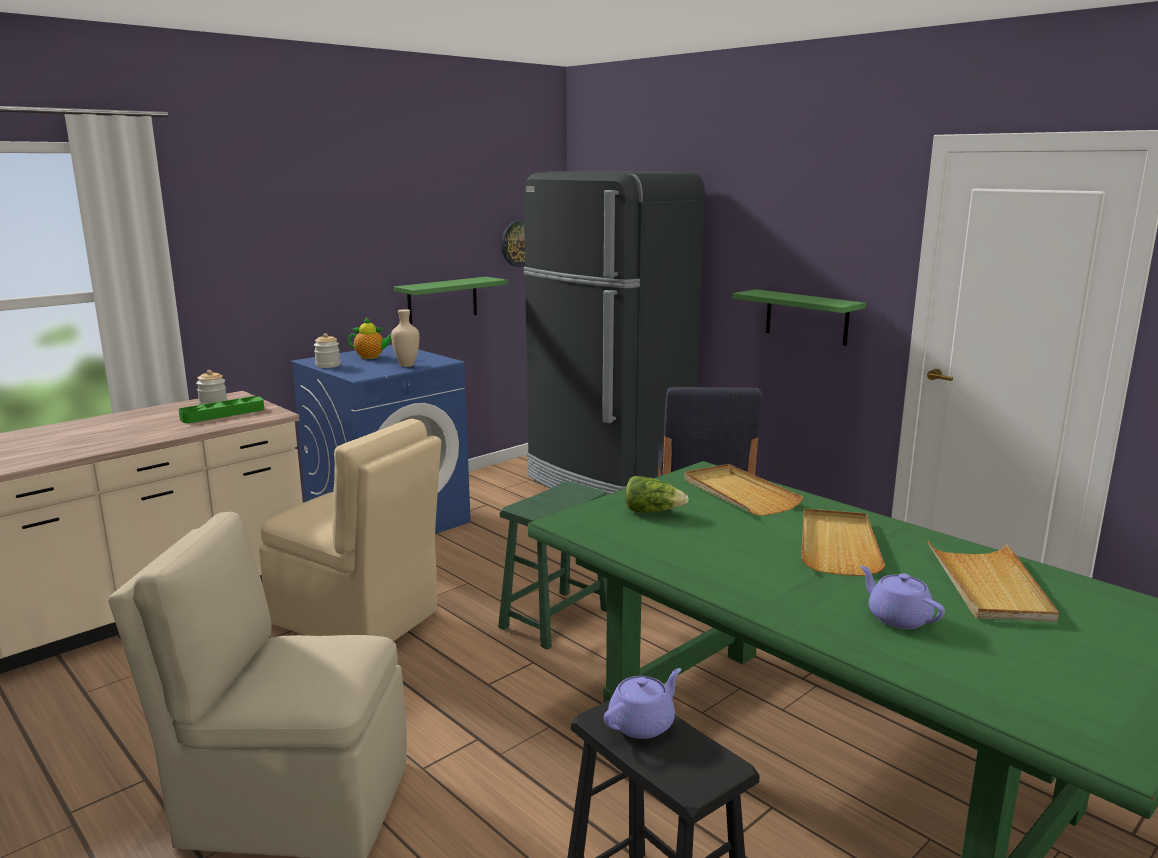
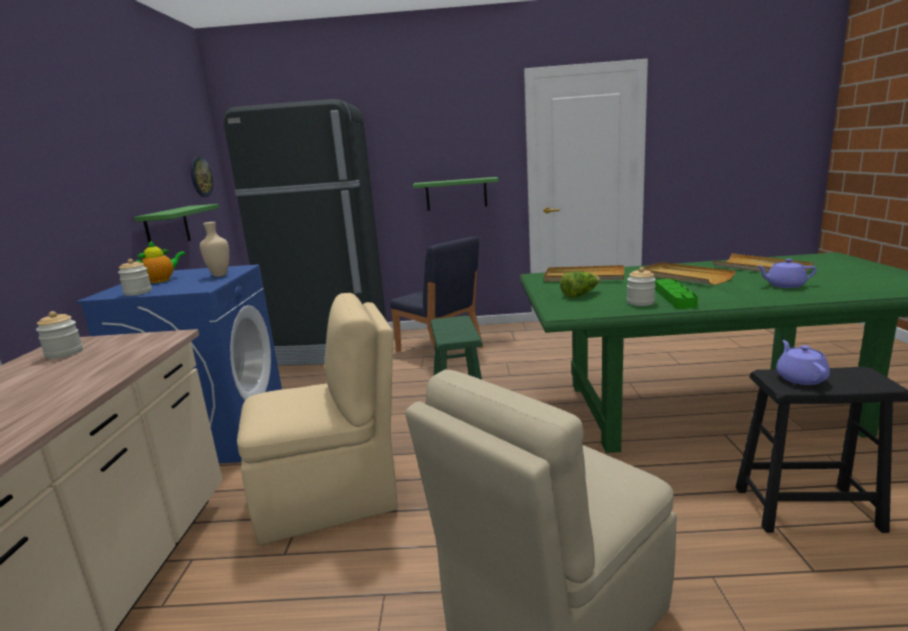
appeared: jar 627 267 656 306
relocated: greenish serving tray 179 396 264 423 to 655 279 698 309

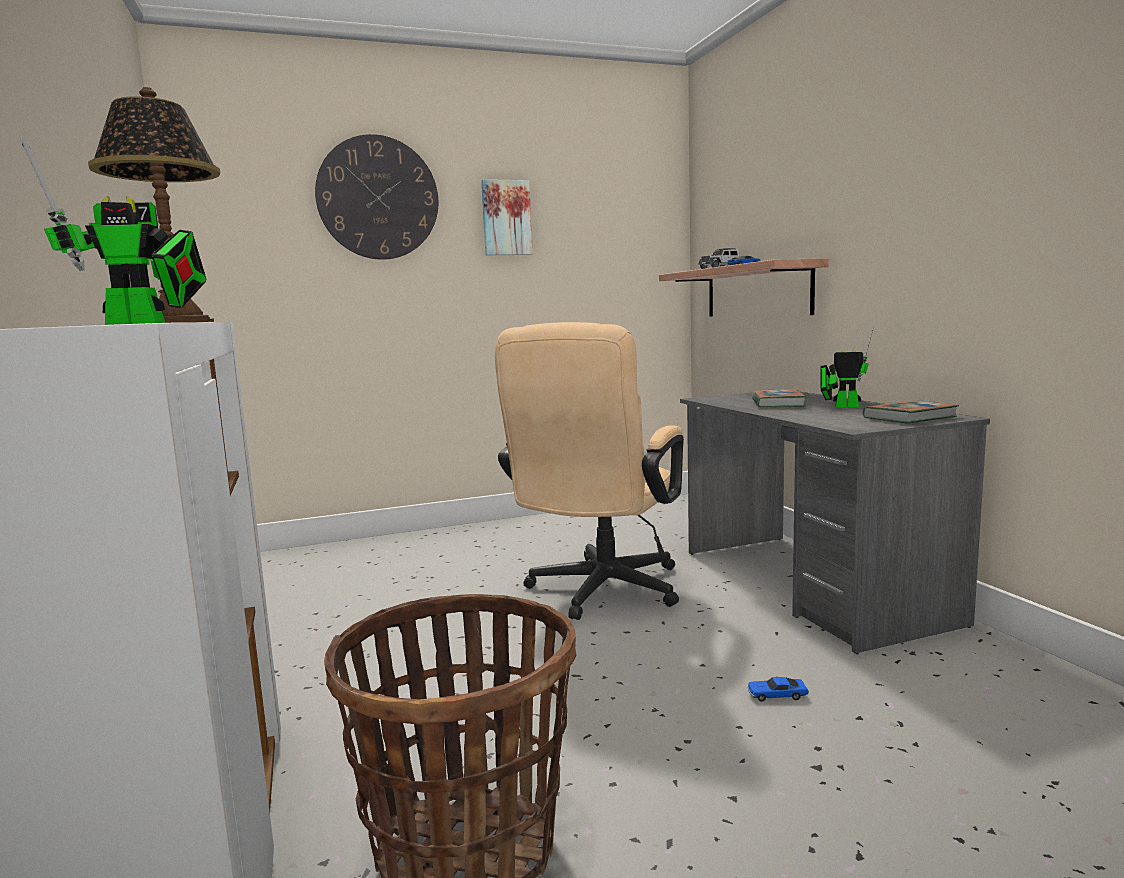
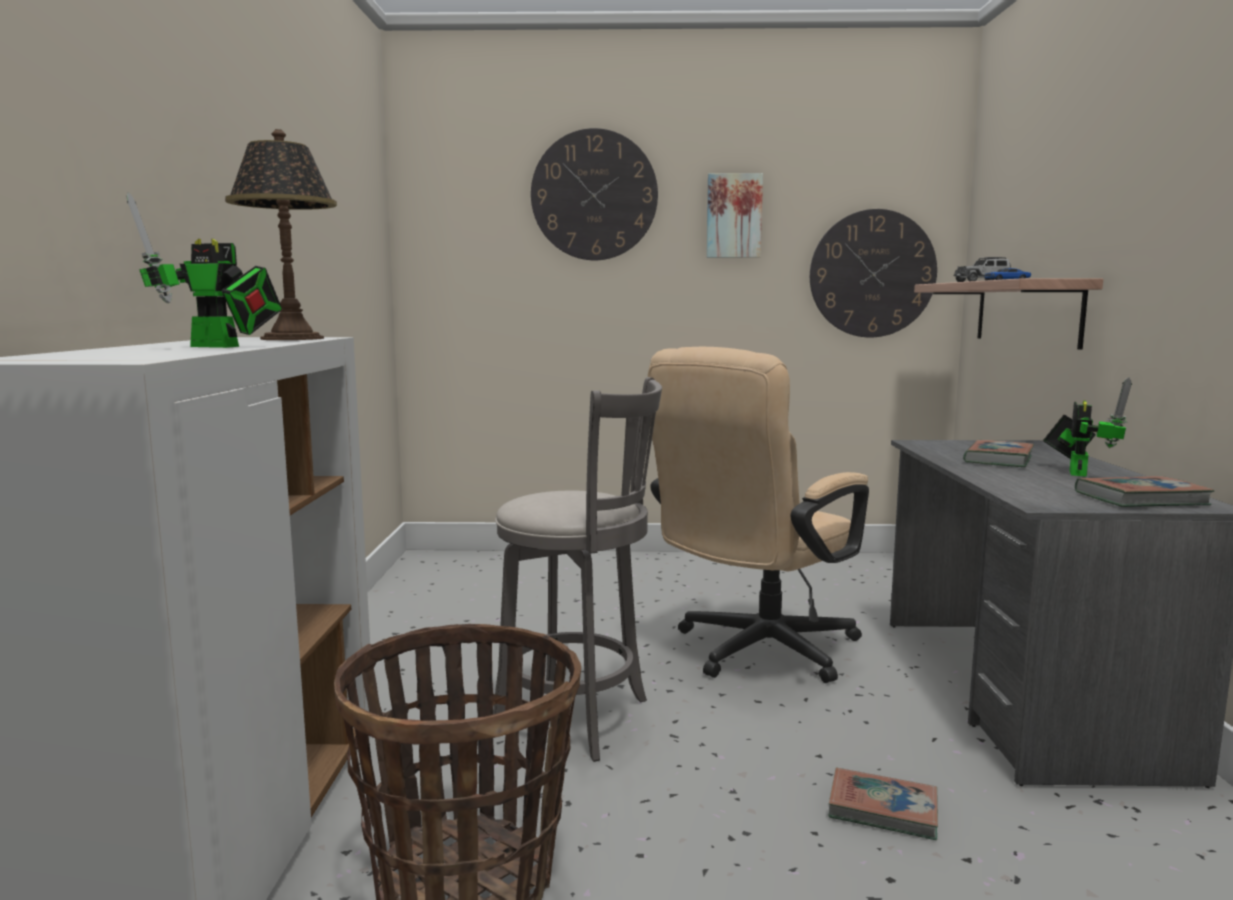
appeared: clock on the wall 810 209 937 337; grey sitting stool 493 377 662 762
exchanged: toy car 748 677 809 702 to volume 828 768 938 840
spun: model robot 820 326 874 407 = 1043 377 1132 477 75 degrees clockwise

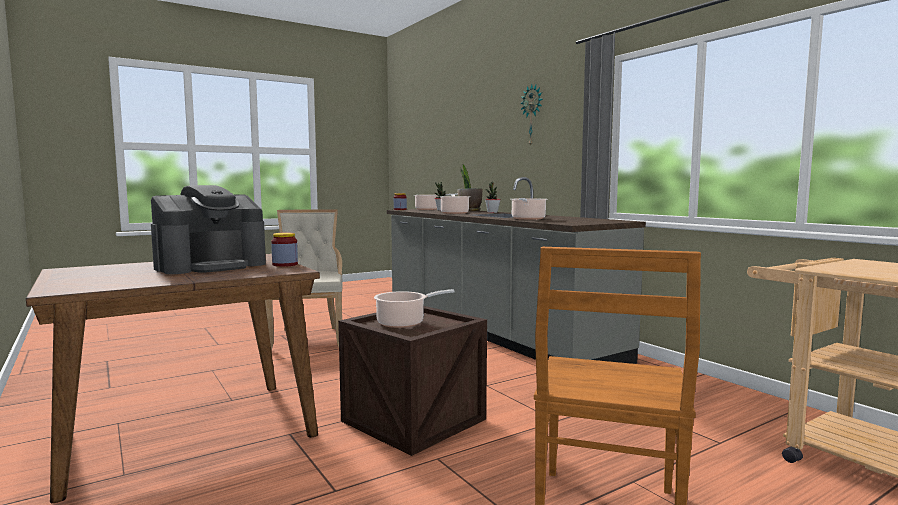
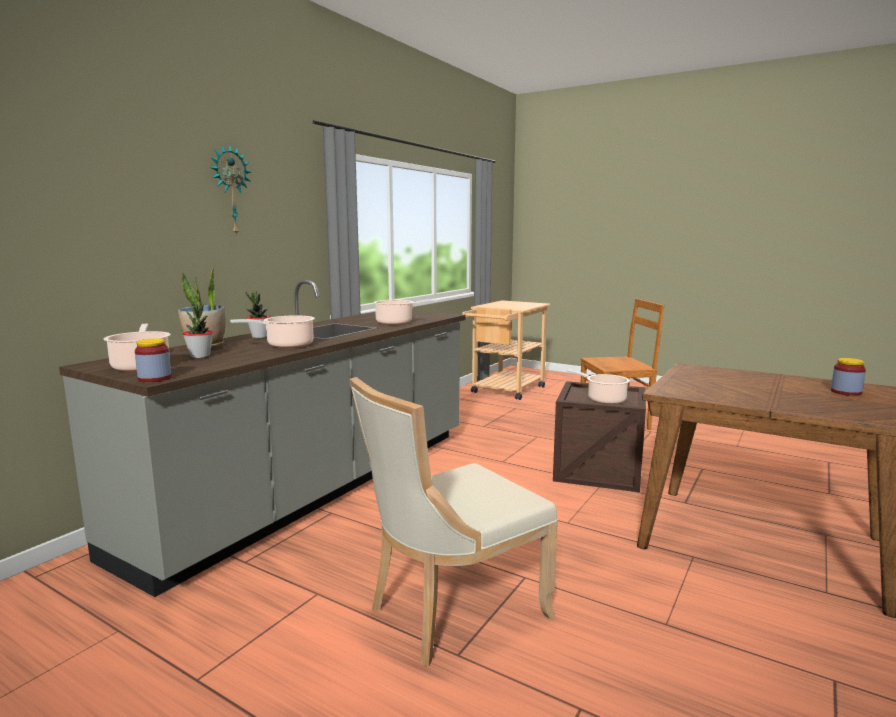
missing: coffee machine 151 185 266 274
relocated: jar 271 233 298 267 to 831 358 866 396

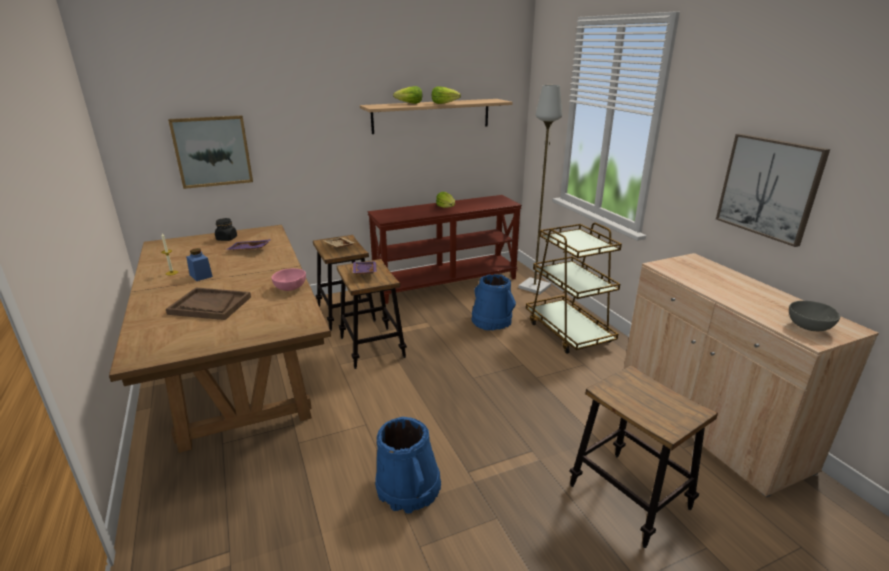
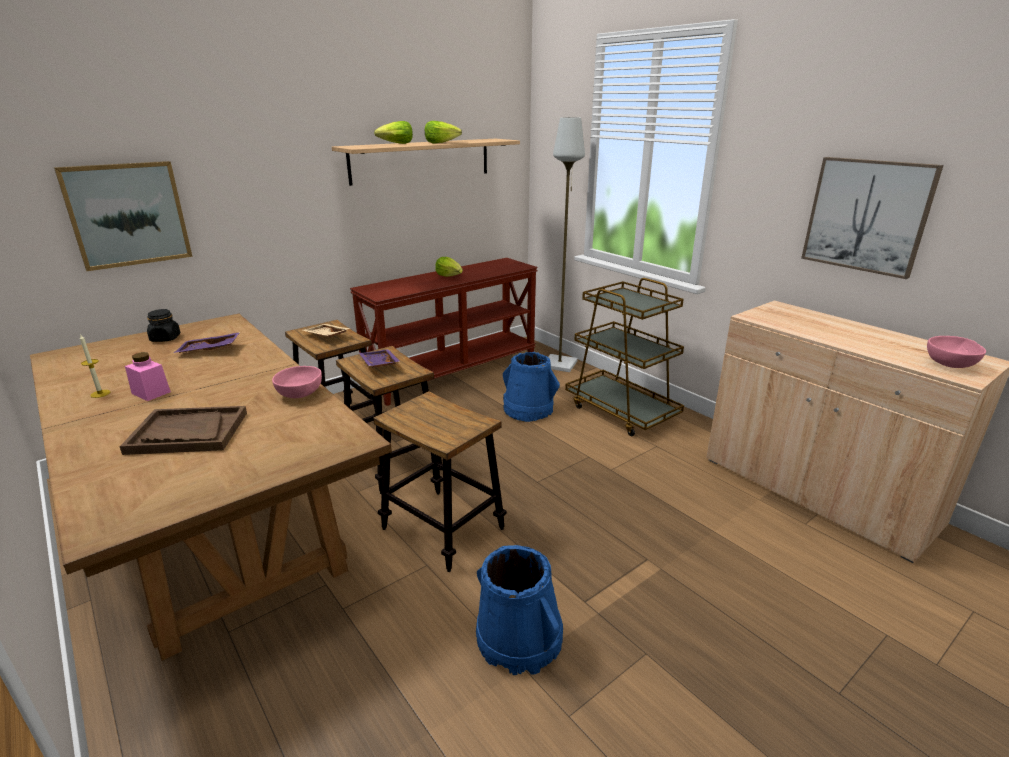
relocated: sitting stool 569 365 718 548 to 373 391 507 572
colour: bluish jar 186 248 213 281 to pink-coloured jar 125 352 171 401; grey bowl 789 301 840 331 to pink-coloured bowl 927 336 986 368

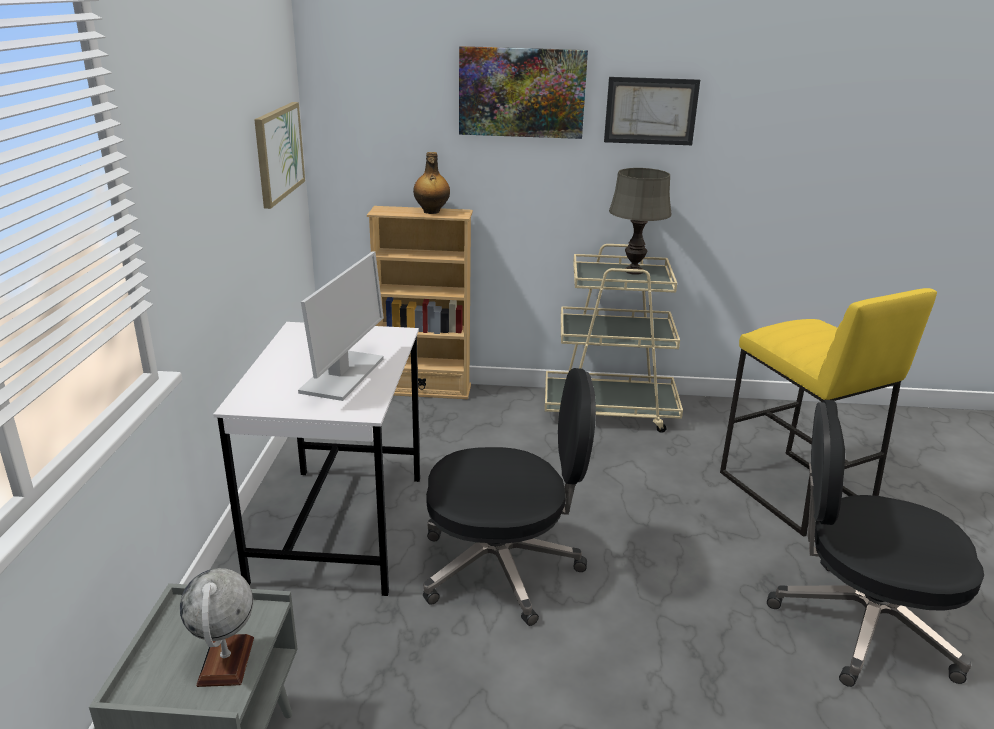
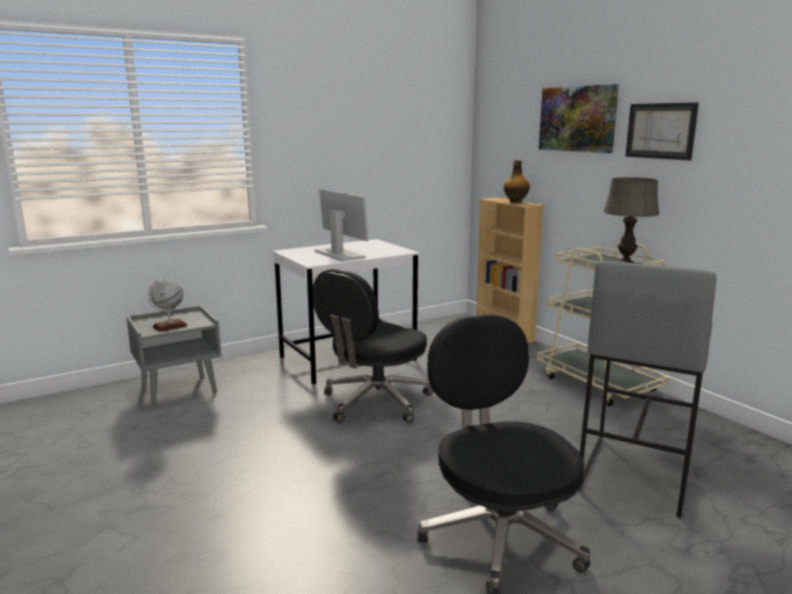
missing: picture 254 102 305 209
colour: yellowish sitting stool 720 288 937 537 to grey sitting stool 578 261 716 518
spun: monitor 298 252 384 401 = 315 189 369 261 105 degrees counterclockwise; black office chair 423 368 596 626 = 312 269 433 424 75 degrees clockwise

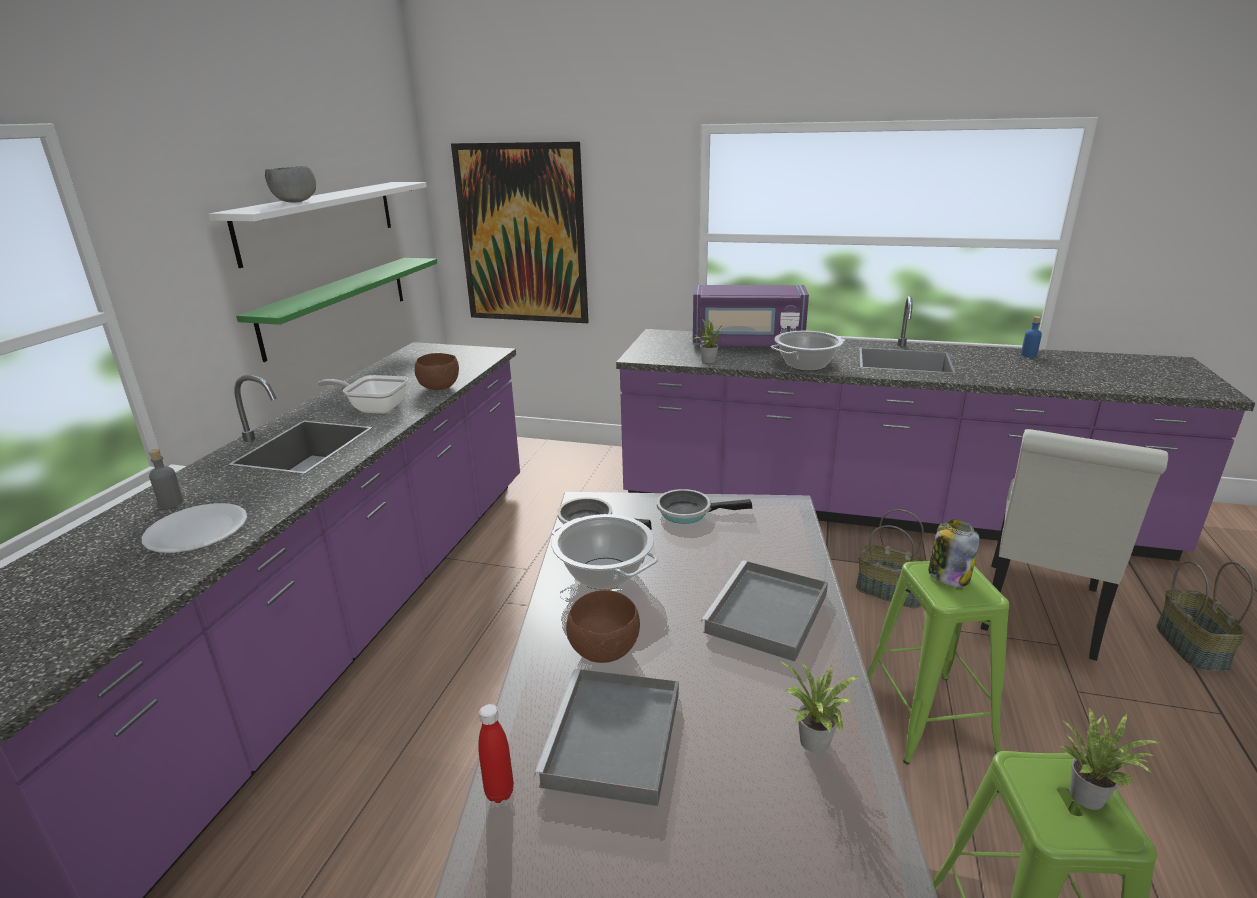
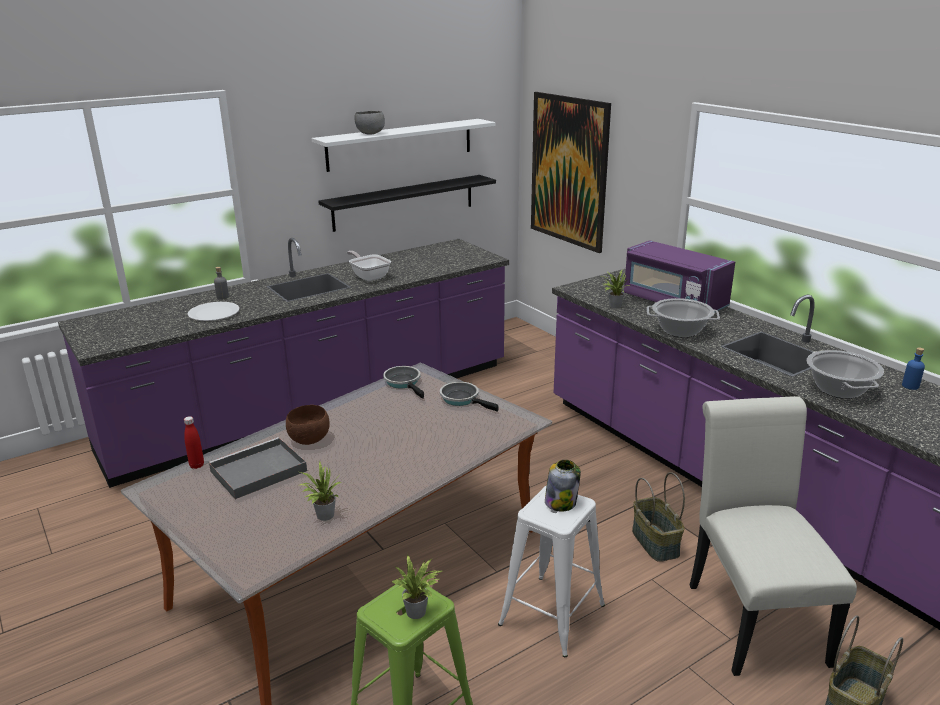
missing: brown-coloured bowl 415 353 459 390; grey serving tray 700 560 828 662
relocated: cooking pot 551 514 658 590 to 807 350 884 399
colour: greenish wall shelf 236 258 437 362 to black wall shelf 318 175 496 232; greenish sitting stool 867 561 1010 765 to white-coloured sitting stool 498 486 605 658
spun: white-coloured chair 981 429 1168 661 = 690 396 857 676 105 degrees clockwise

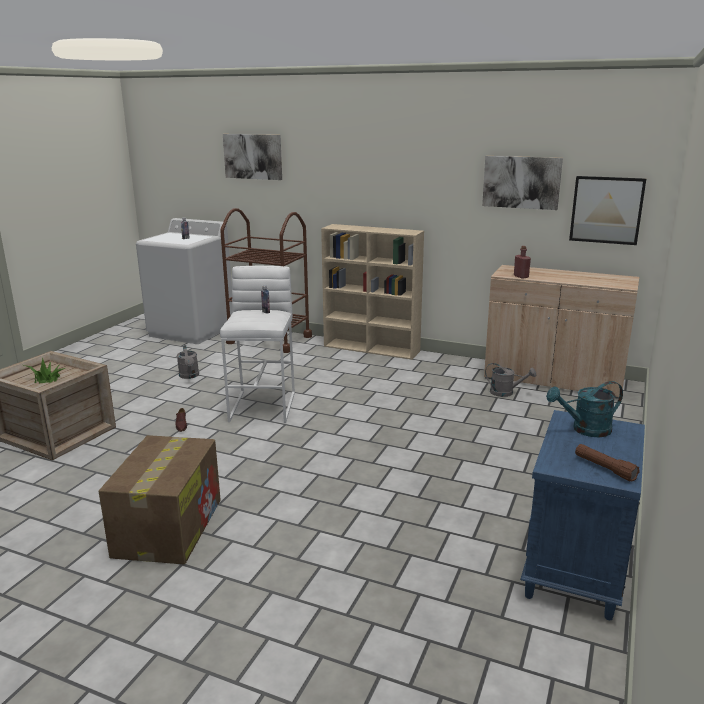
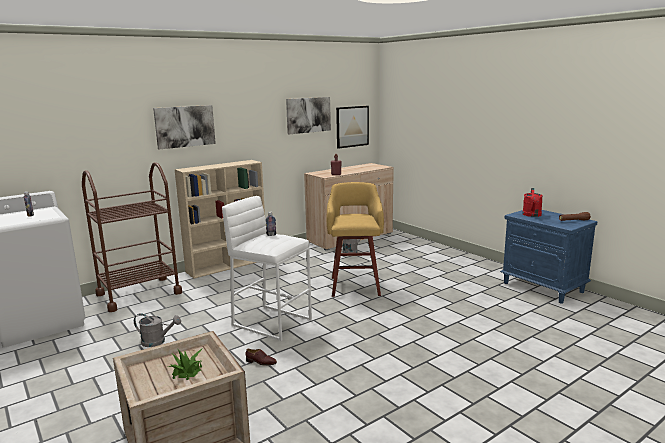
missing: packing box 99 435 221 564
appeared: yellowish sitting stool 327 182 384 297
relocated: picture 223 134 282 180 to 153 105 216 149
colour: turquoise watering pot 546 381 623 437 to reddish watering pot 522 188 543 217

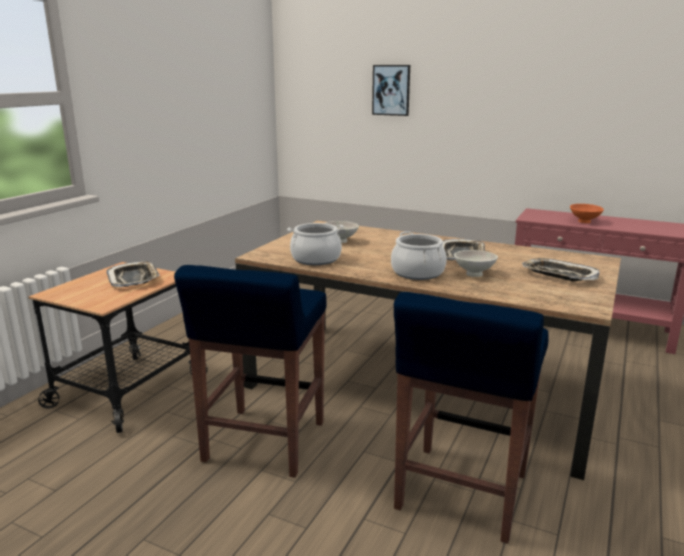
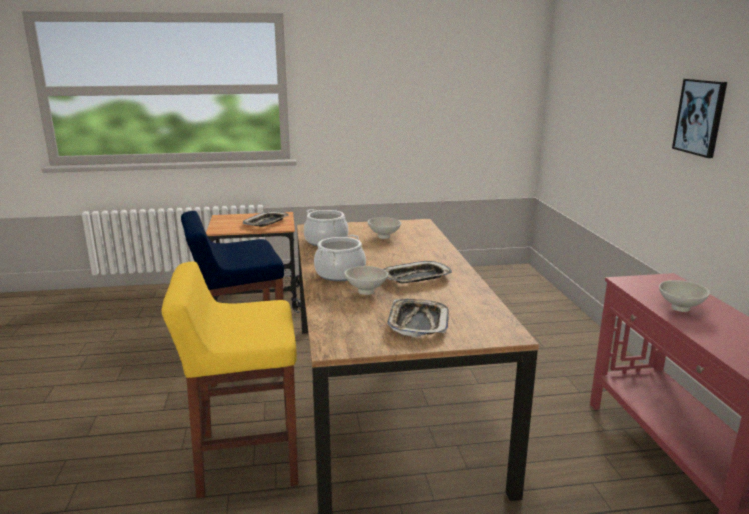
relocated: picture 372 65 410 116 to 672 79 727 158
colour: orange bowl 570 204 604 223 to white-coloured bowl 659 280 710 312; bluish sitting stool 394 292 549 544 to yellowish sitting stool 161 262 298 498

